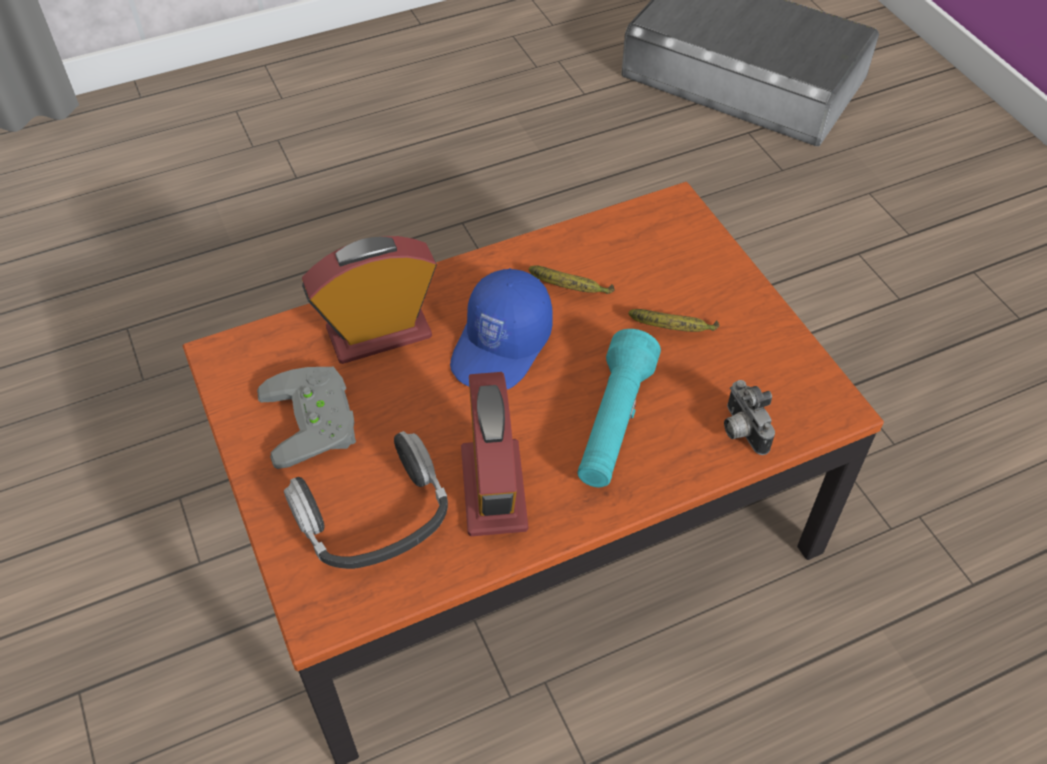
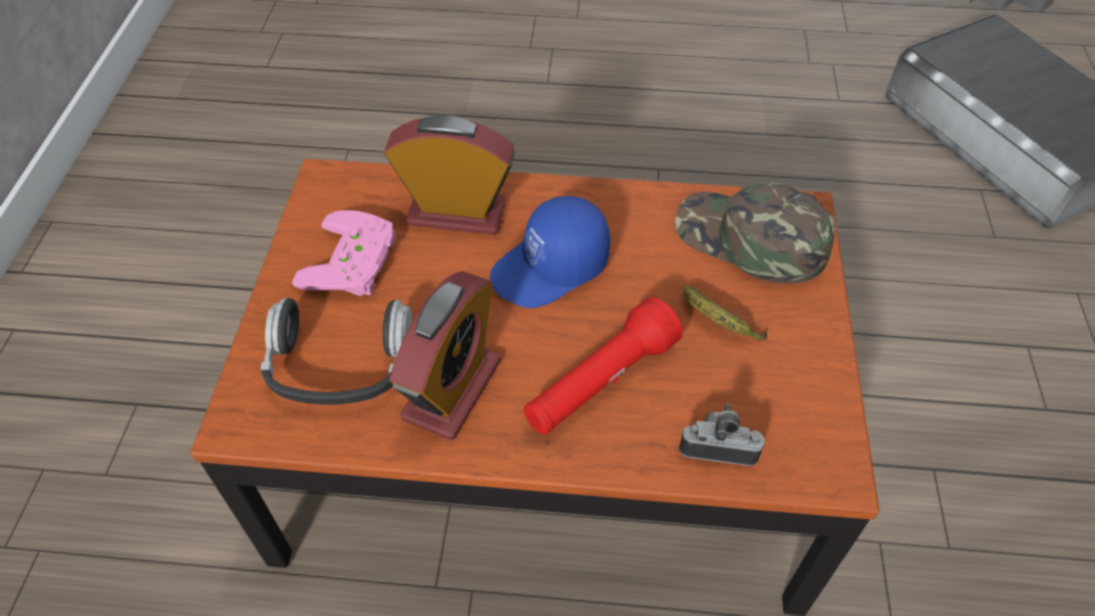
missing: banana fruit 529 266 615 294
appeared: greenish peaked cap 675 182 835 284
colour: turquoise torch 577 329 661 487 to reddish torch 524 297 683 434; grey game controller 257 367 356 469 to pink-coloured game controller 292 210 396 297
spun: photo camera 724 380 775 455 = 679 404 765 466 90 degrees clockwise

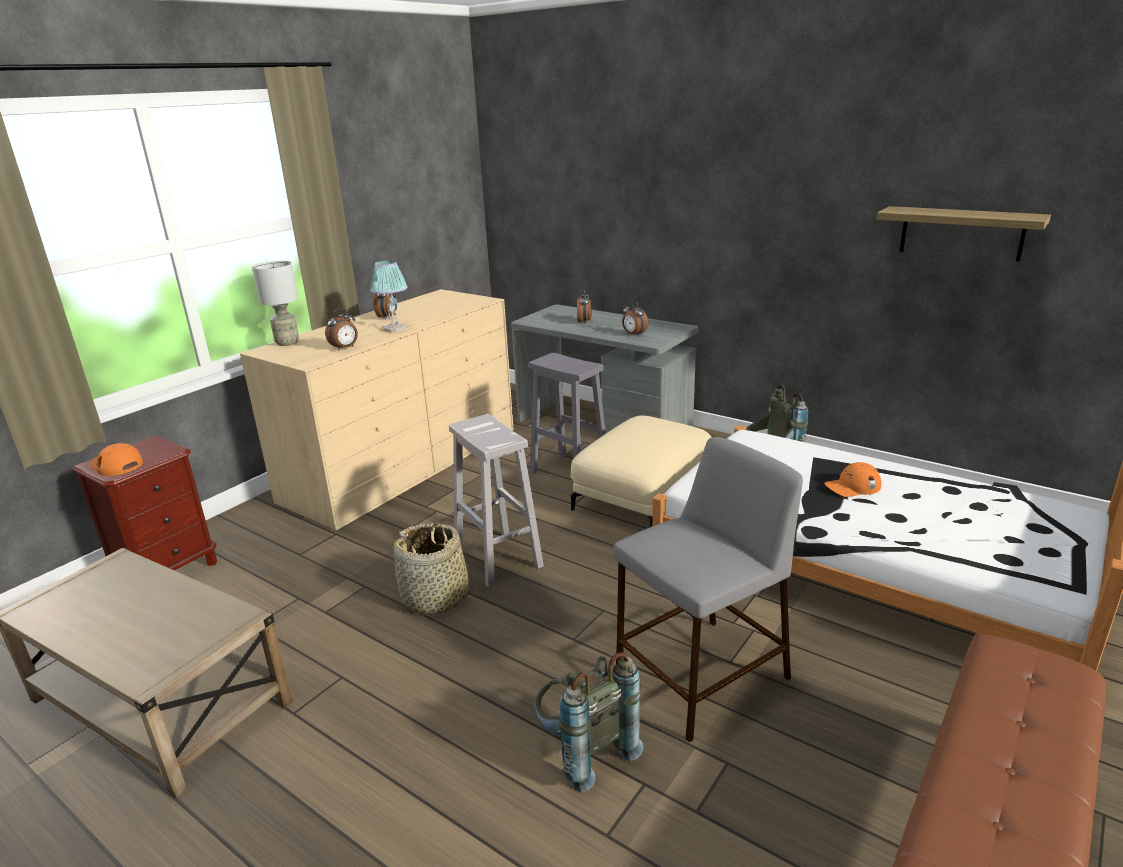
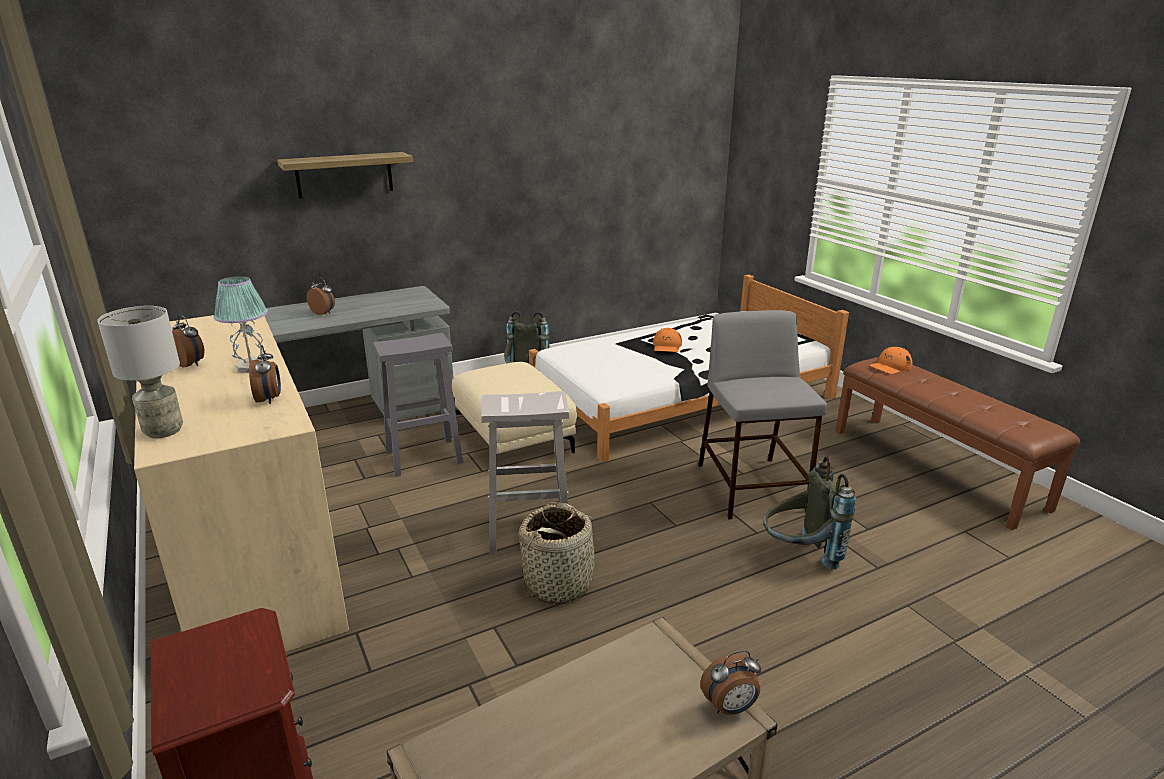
relocated: wall shelf 876 206 1051 261 to 277 152 413 199; table clock 622 300 648 336 to 700 650 761 715; orange peaked cap 89 443 143 476 to 869 347 912 374

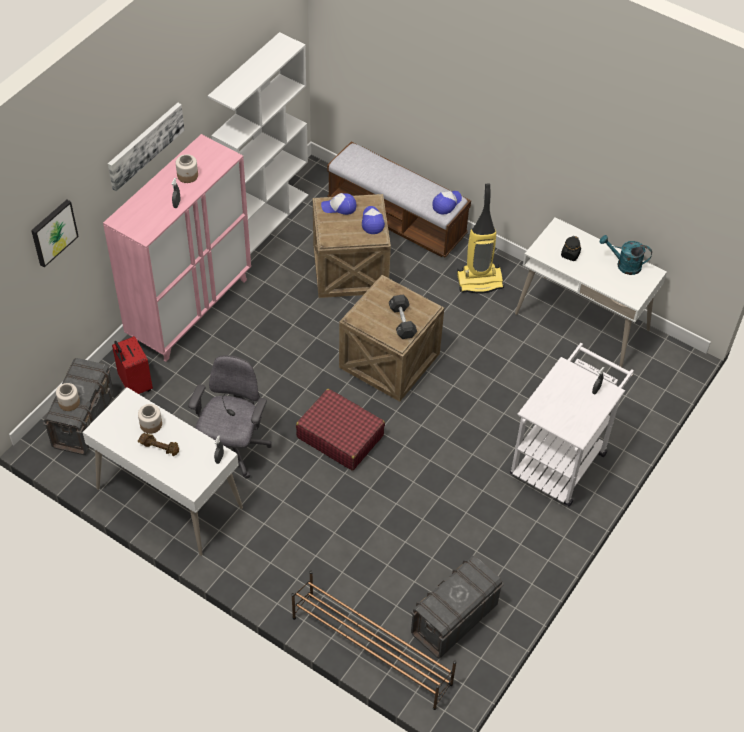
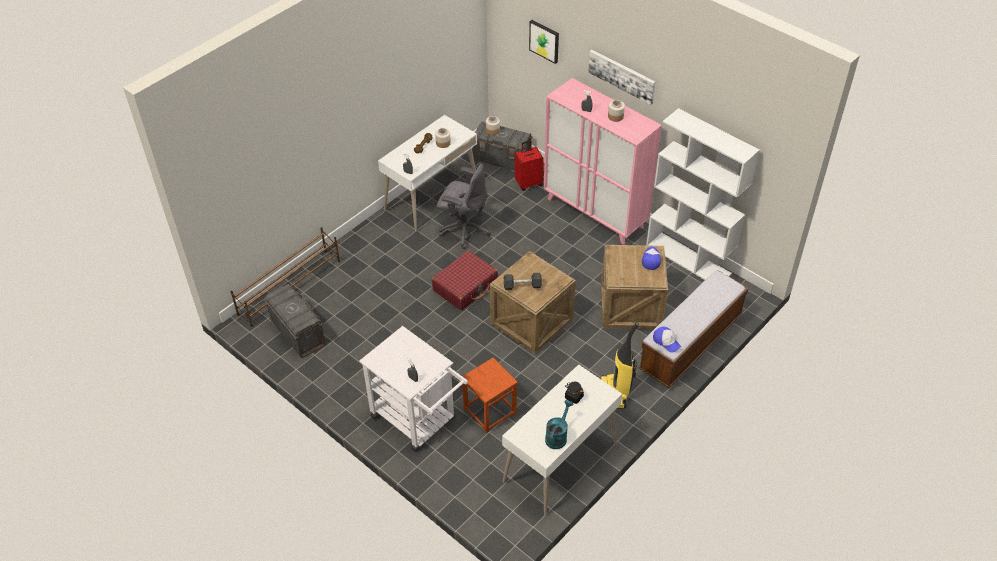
missing: peaked cap 362 206 385 234
appeared: brown-coloured sitting stool 462 358 518 433

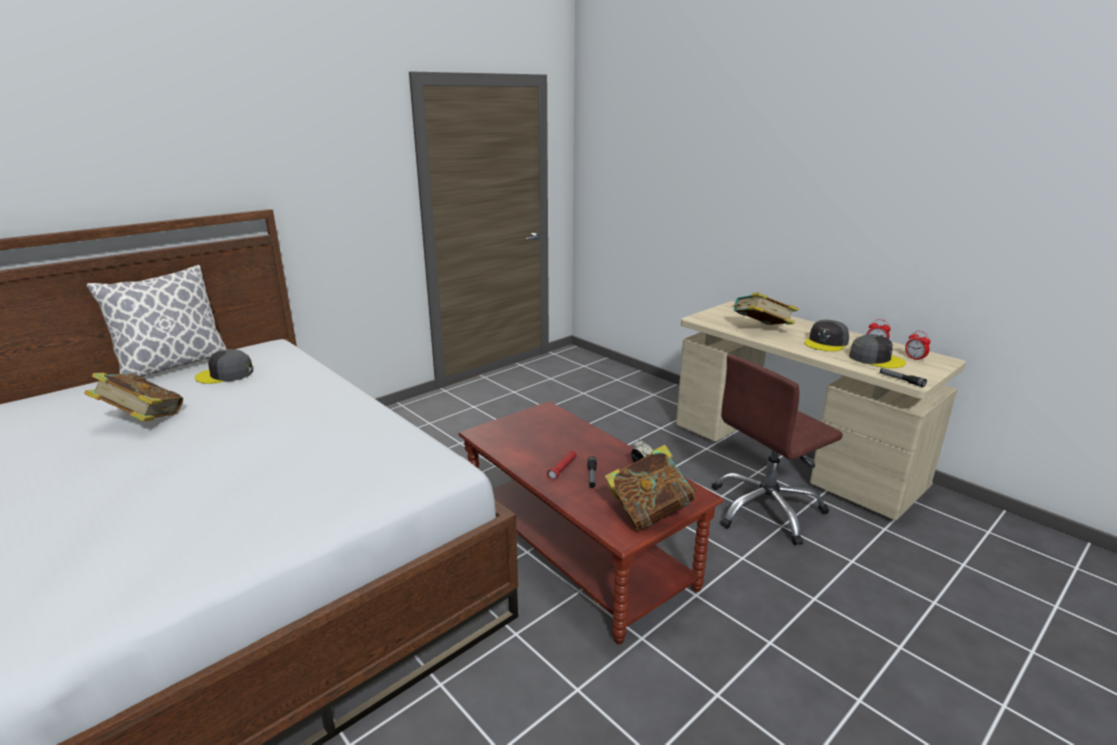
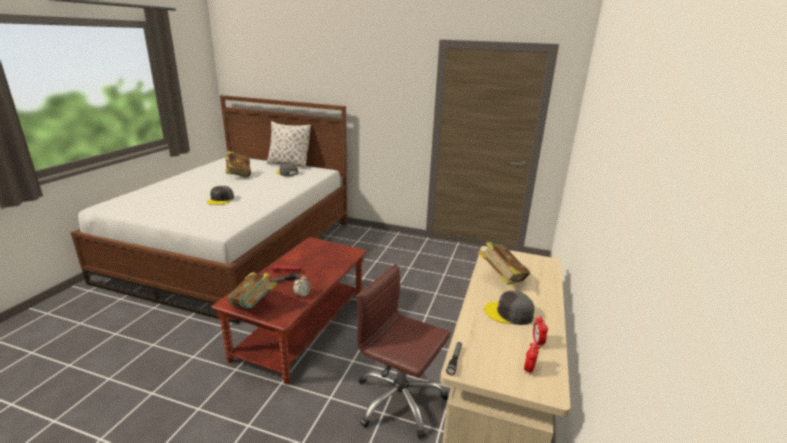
relocated: grey peaked cap 849 334 906 368 to 207 186 234 205

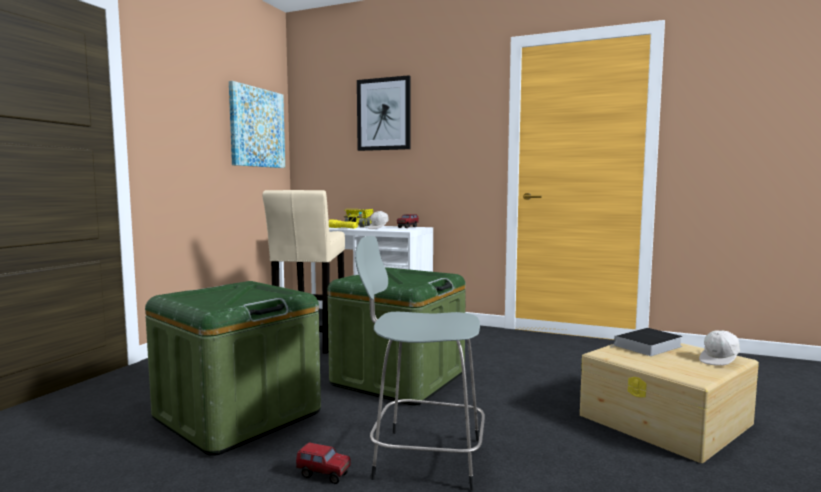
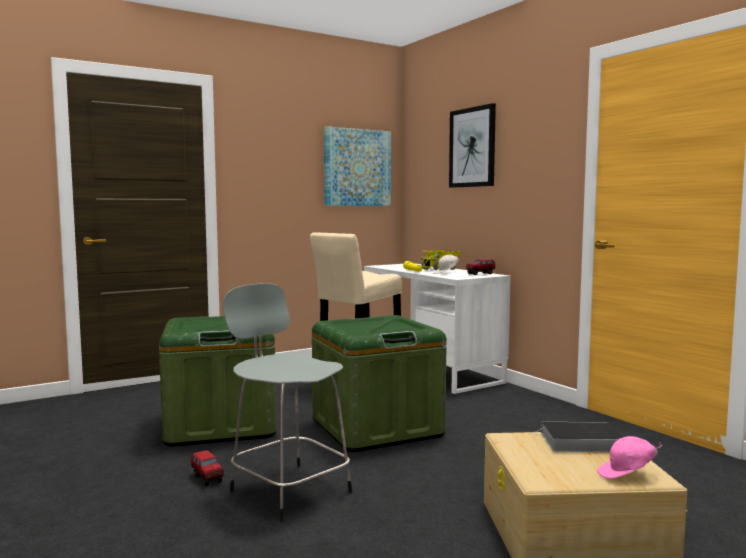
colour: white-coloured peaked cap 699 330 740 366 to pink-coloured peaked cap 597 436 662 479

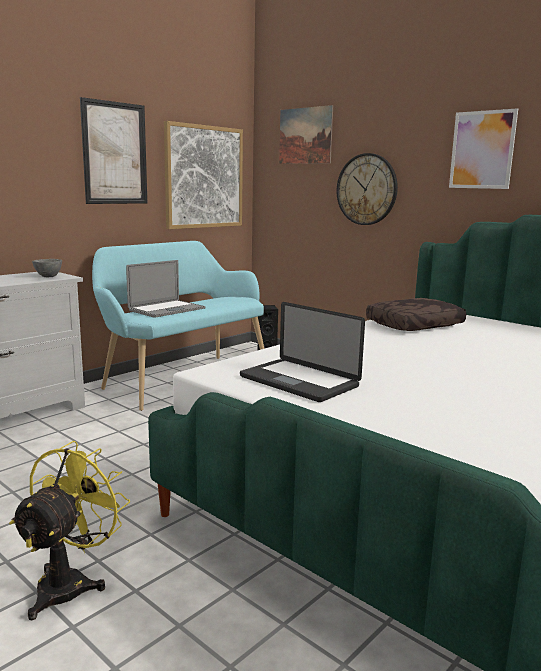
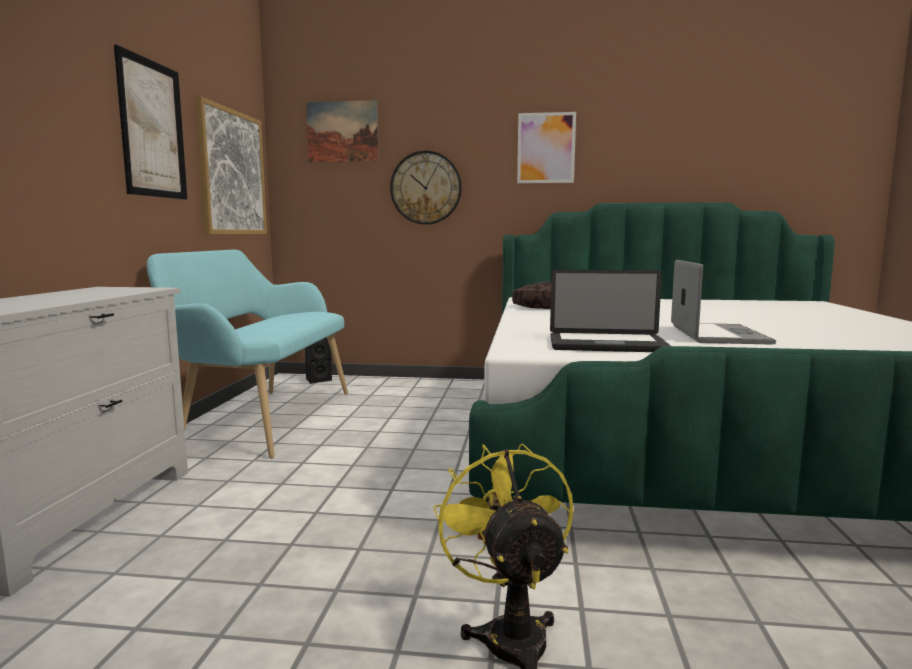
missing: grey bowl 32 259 62 277
relocated: laptop 126 260 205 318 to 671 260 776 344

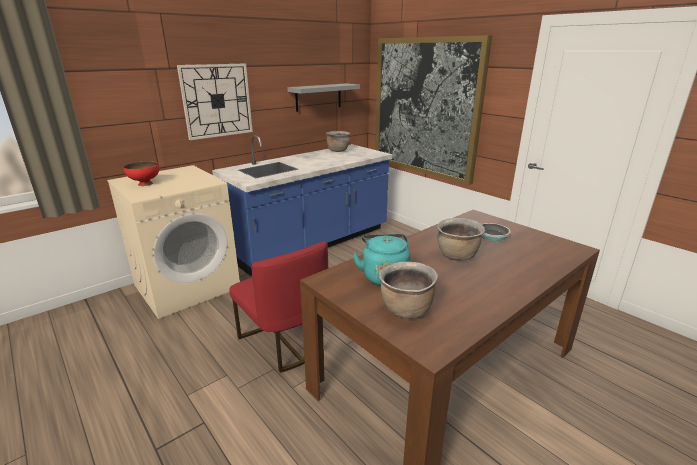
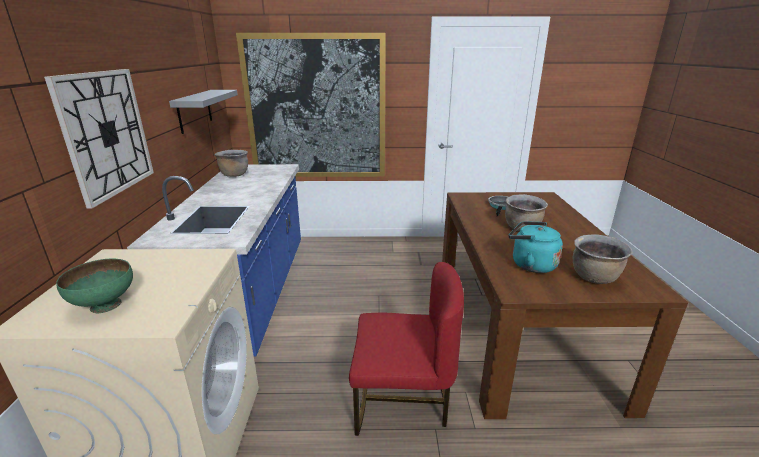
colour: reddish bowl 124 161 160 186 to greenish bowl 56 259 133 313

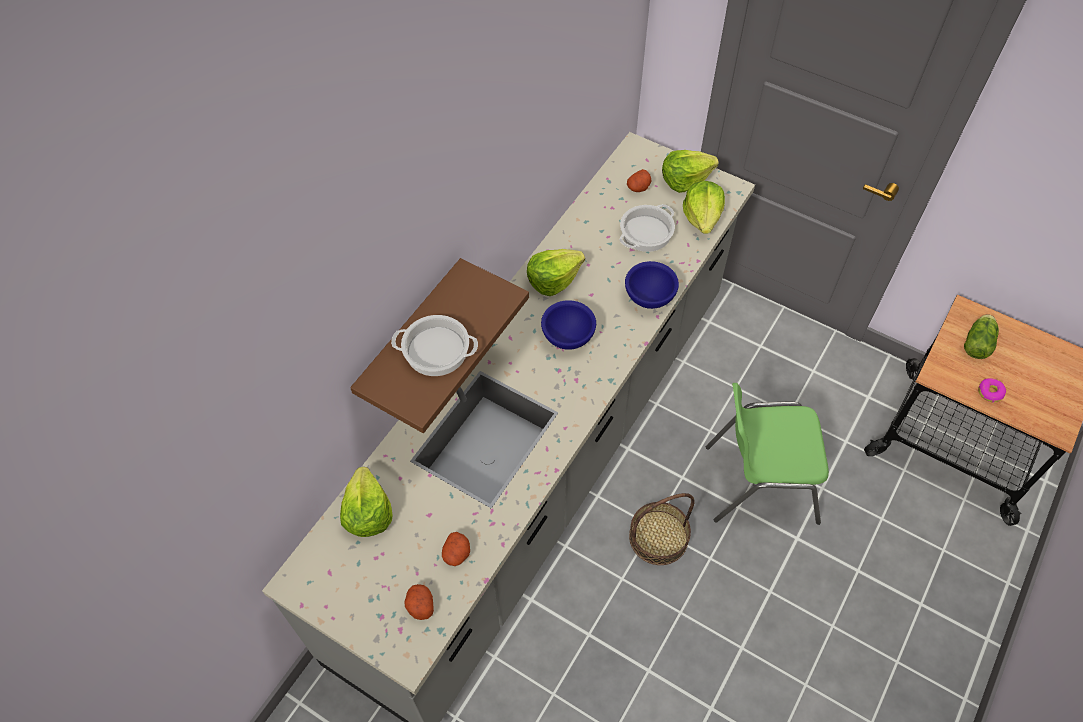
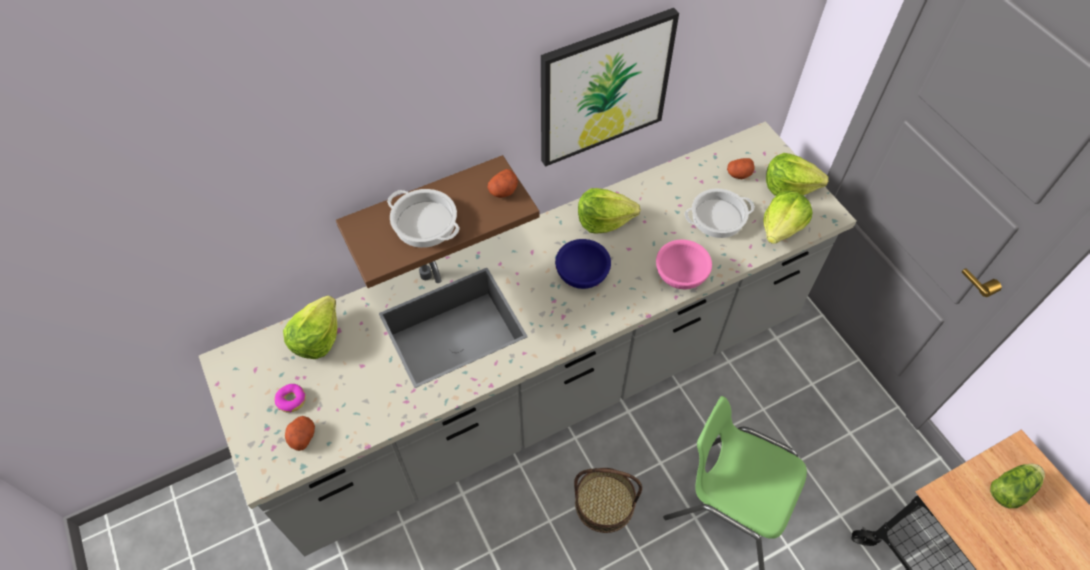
appeared: picture 541 8 679 167
relocated: doughnut 978 378 1006 402 to 275 384 306 412; whole potato 442 532 470 566 to 488 169 518 198
colour: bluish bowl 625 261 679 309 to pink-coloured bowl 656 240 712 289

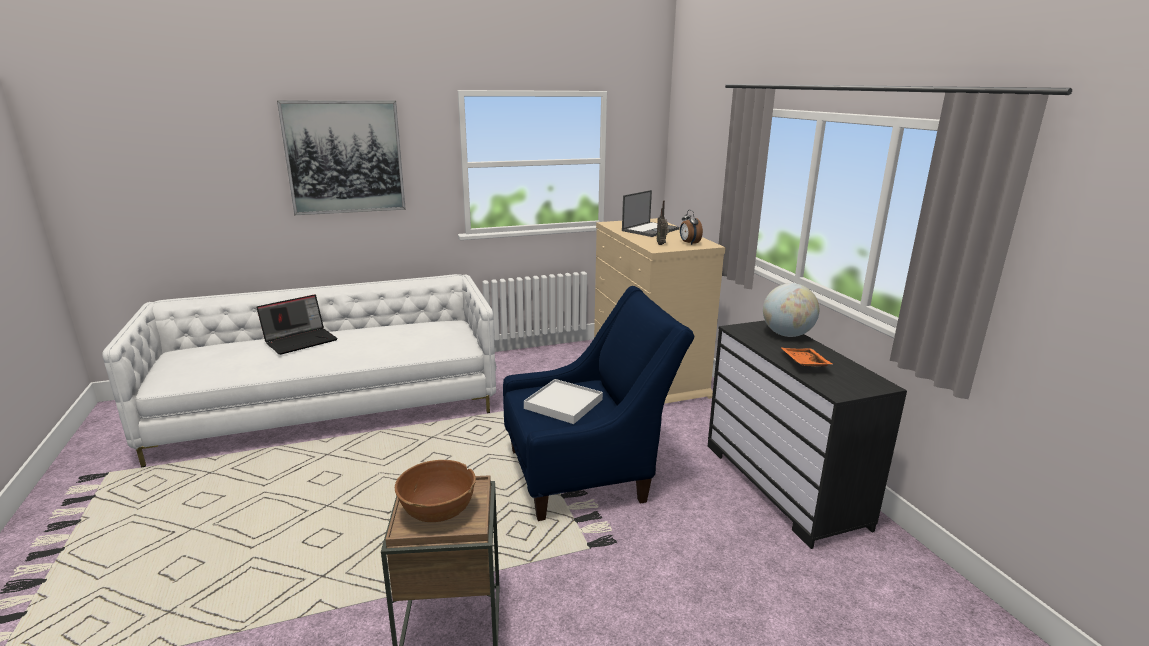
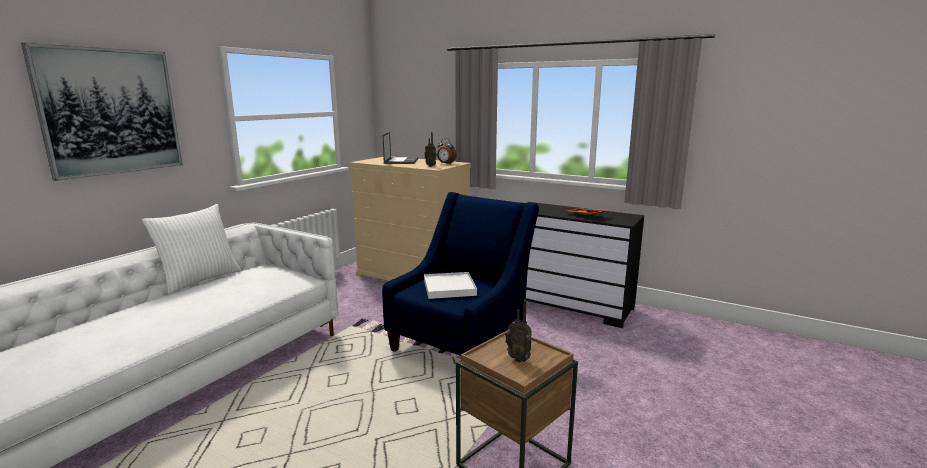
missing: world globe 763 283 819 337; laptop 256 294 338 355
appeared: white-coloured throw pillow 142 204 242 294
exchanged: brown-coloured bowl 395 460 476 522 to radio receiver 505 300 532 363

